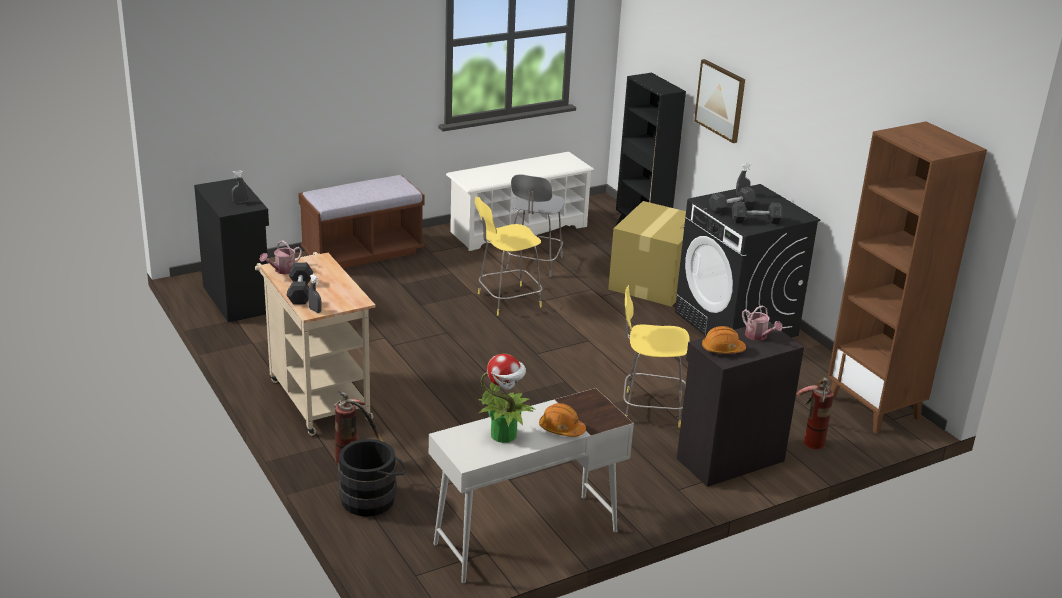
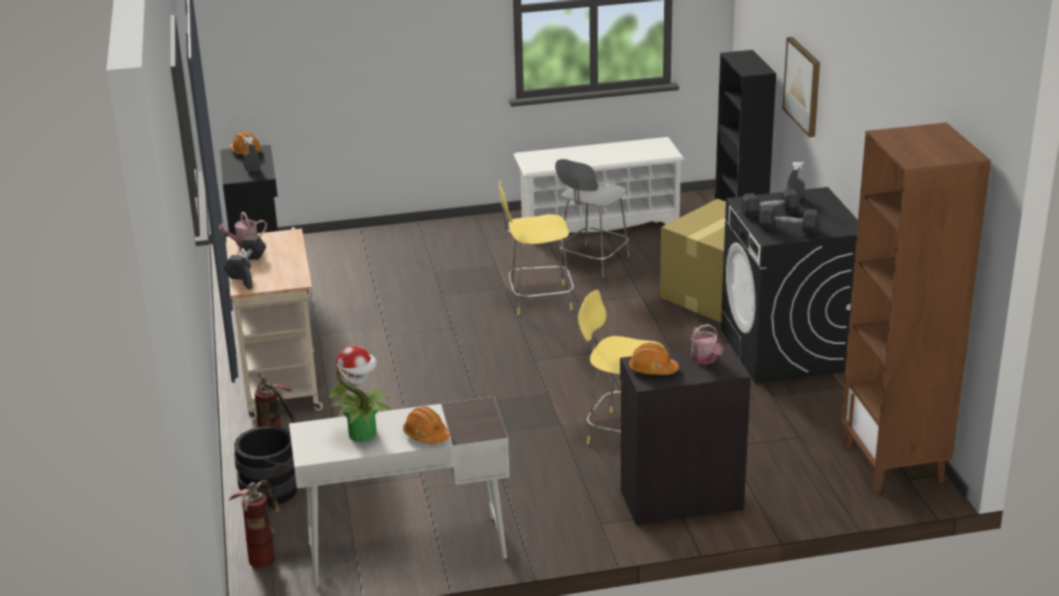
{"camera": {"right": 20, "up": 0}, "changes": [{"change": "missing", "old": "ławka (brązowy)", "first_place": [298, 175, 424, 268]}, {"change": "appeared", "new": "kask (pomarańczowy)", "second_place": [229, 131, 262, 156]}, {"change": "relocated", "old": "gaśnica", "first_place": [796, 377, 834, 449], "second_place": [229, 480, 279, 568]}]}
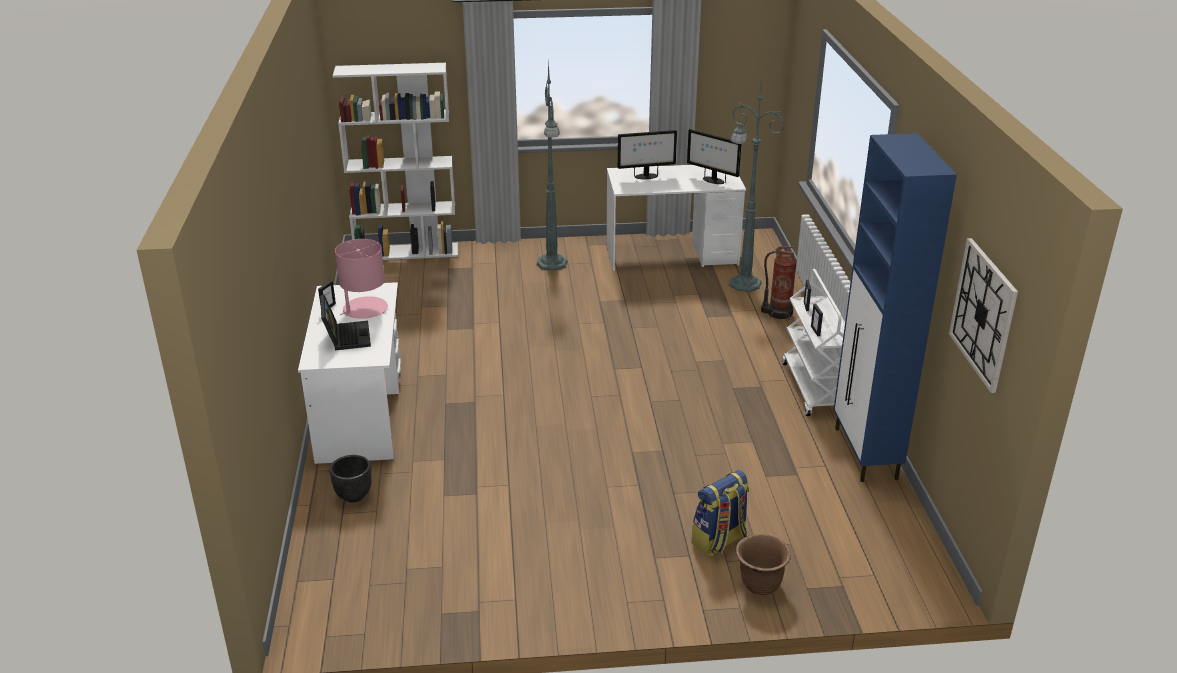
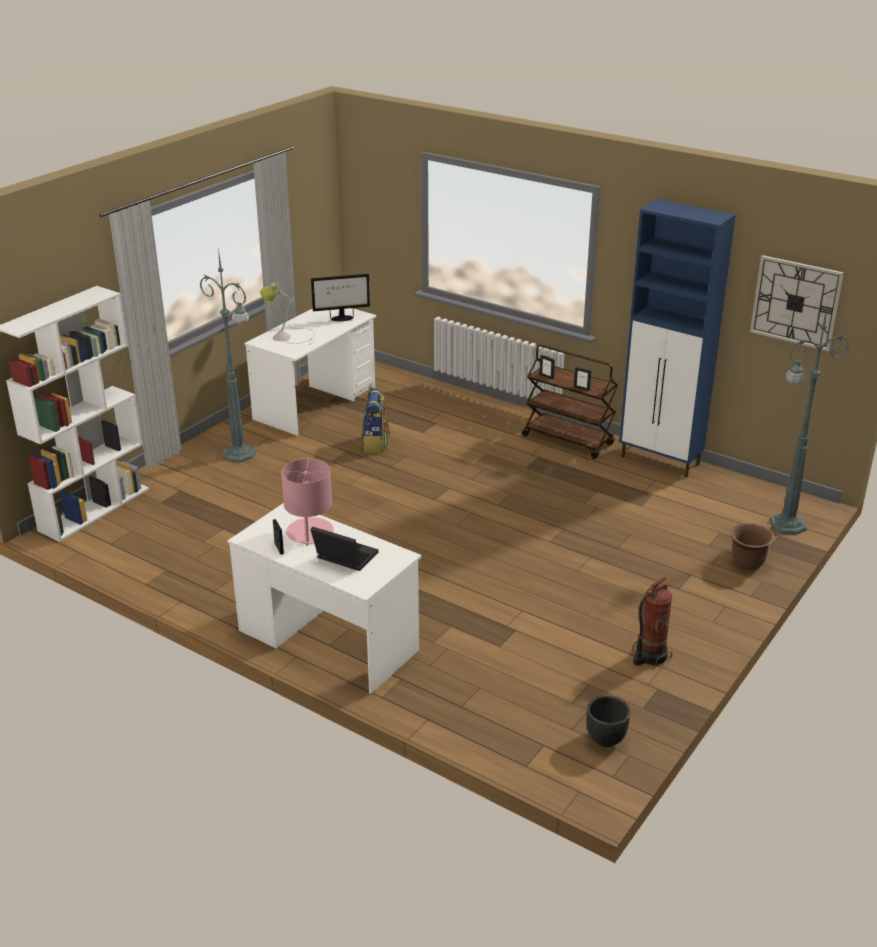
{"camera": {"right": -50, "up": 0}, "changes": [{"change": "relocated", "old": "donica (czarny)", "first_place": [330, 455, 372, 503], "second_place": [586, 696, 630, 747]}, {"change": "relocated", "old": "plecak", "first_place": [692, 470, 749, 557], "second_place": [361, 389, 390, 453]}, {"change": "relocated", "old": "lampa stojąca (zielony)", "first_place": [729, 77, 785, 292], "second_place": [769, 304, 849, 535]}, {"change": "relocated", "old": "gaśnica", "first_place": [761, 246, 797, 320], "second_place": [633, 577, 672, 667]}, {"change": "exchanged", "old": "monitor", "new": "lampa stołowa", "first_place": [618, 130, 677, 179], "second_place": [260, 282, 315, 344]}, {"change": "colour", "old": "wózek (biały)", "new": "wózek (brązowy)", "first_place": [782, 269, 845, 416], "second_place": [522, 345, 618, 459]}]}
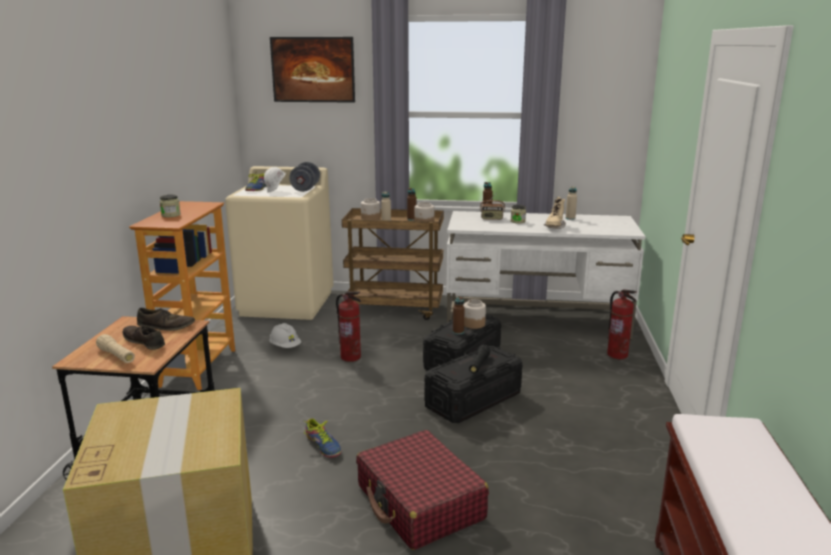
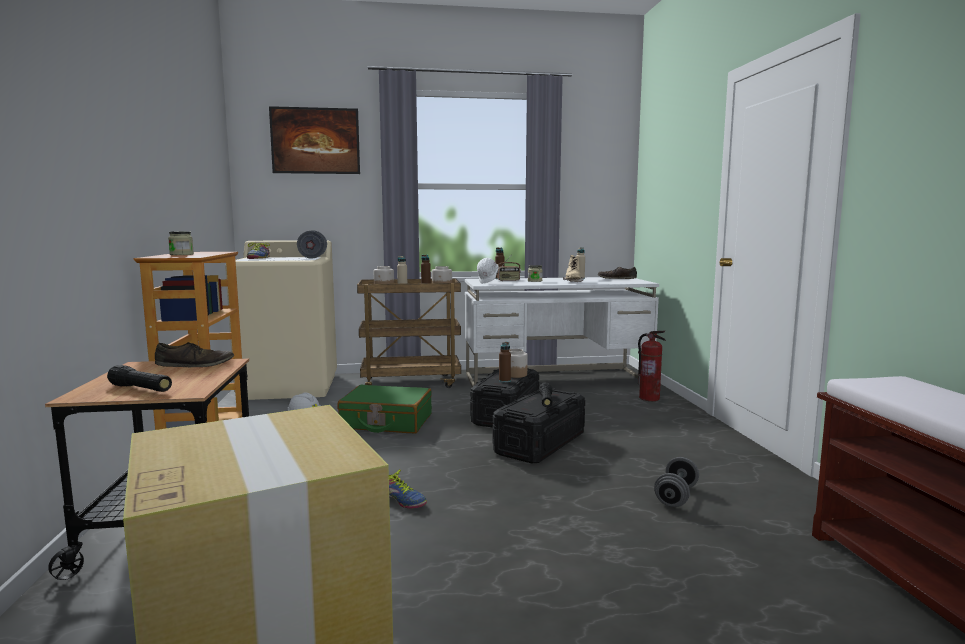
{"camera": {"right": -15, "up": -10}, "changes": [{"change": "missing", "old": "walizka (czerwony)", "first_place": [356, 430, 489, 550]}, {"change": "appeared", "new": "hantel (szary)", "second_place": [654, 457, 699, 507]}, {"change": "relocated", "old": "but (brązowy)", "first_place": [122, 324, 165, 350], "second_place": [598, 267, 637, 279]}, {"change": "relocated", "old": "kask (biały)", "first_place": [264, 167, 285, 193], "second_place": [477, 258, 499, 284]}, {"change": "exchanged", "old": "gaśnica", "new": "walizka (zielony)", "first_place": [336, 291, 361, 362], "second_place": [337, 385, 432, 434]}, {"change": "colour", "old": "latarka (beżowy)", "new": "latarka (czarny)", "first_place": [96, 334, 135, 363], "second_place": [107, 365, 172, 392]}]}
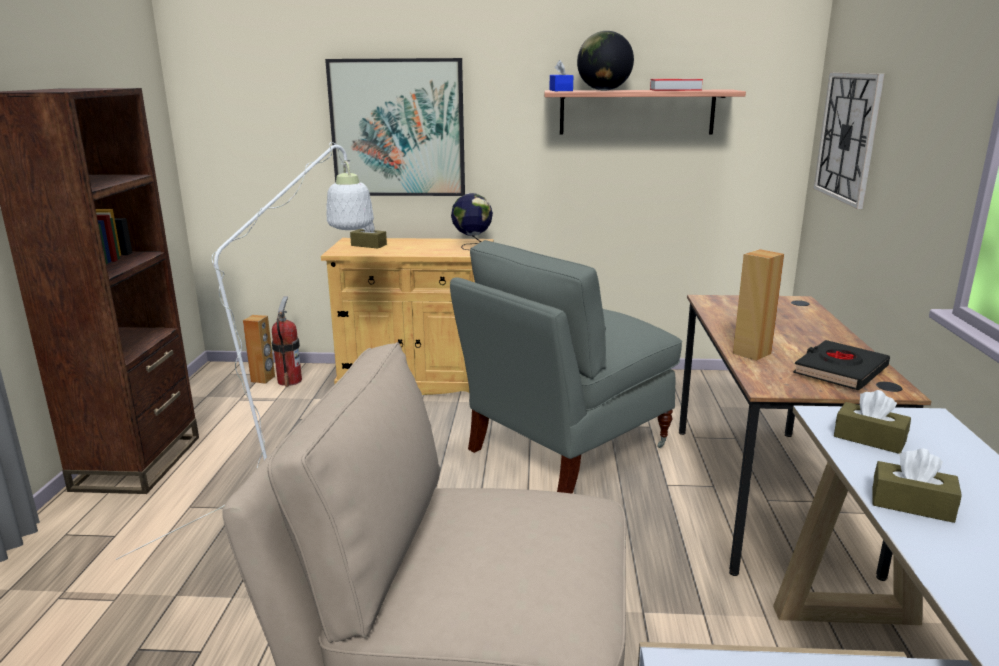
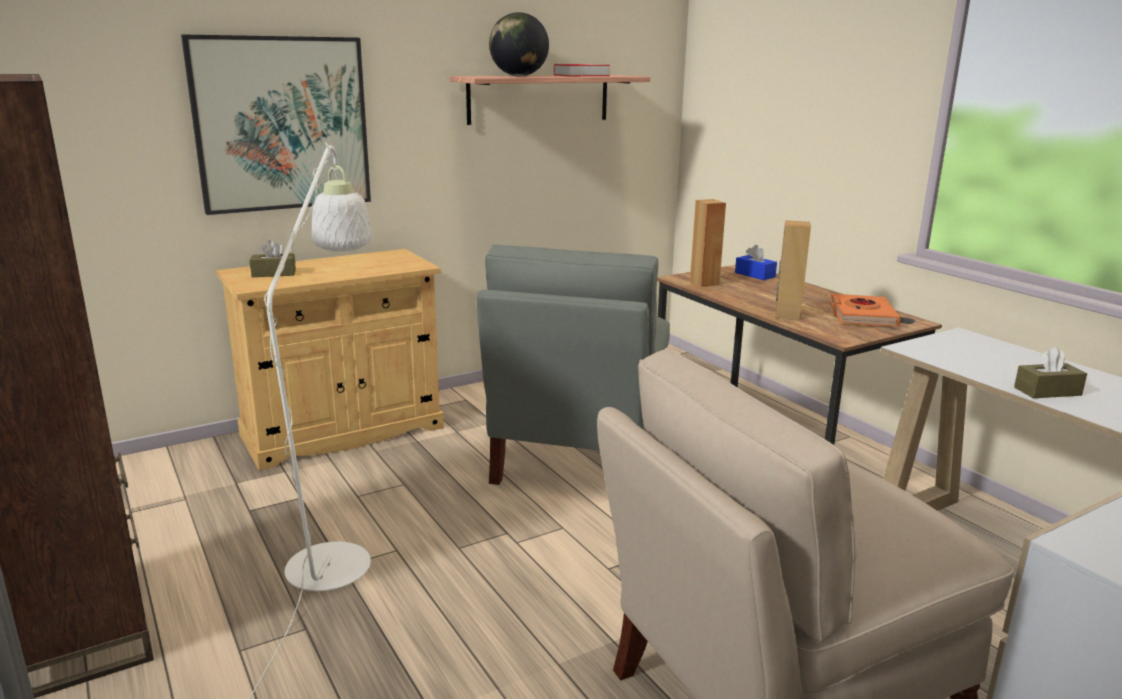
{"camera": {"right": -35, "up": 0}, "changes": [{"change": "missing", "old": "gaśnica", "first_place": [272, 296, 302, 387]}, {"change": "missing", "old": "globus", "first_place": [451, 193, 493, 250]}, {"change": "missing", "old": "zegar ścienny", "first_place": [814, 72, 885, 209]}, {"change": "missing", "old": "pudełko chusteczek (brązowy)", "first_place": [834, 390, 911, 454]}, {"change": "relocated", "old": "głośnik (brązowy)", "first_place": [243, 315, 275, 384], "second_place": [690, 199, 726, 287]}, {"change": "relocated", "old": "pudełko chusteczek (niebieski)", "first_place": [549, 60, 573, 91], "second_place": [735, 245, 777, 280]}, {"change": "colour", "old": "książka (czarny)", "new": "książka (pomarańczowy)", "first_place": [793, 340, 890, 390], "second_place": [830, 294, 901, 327]}]}
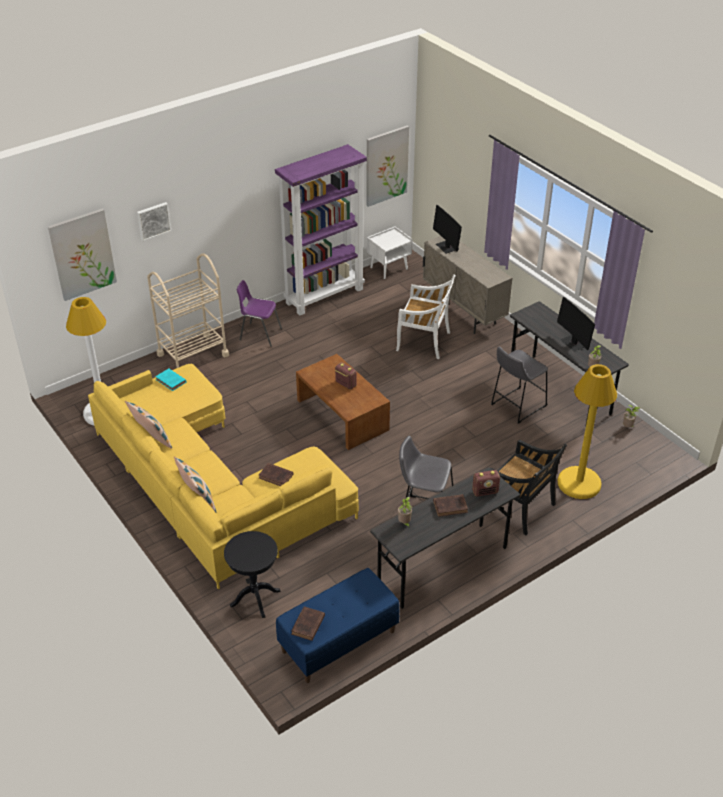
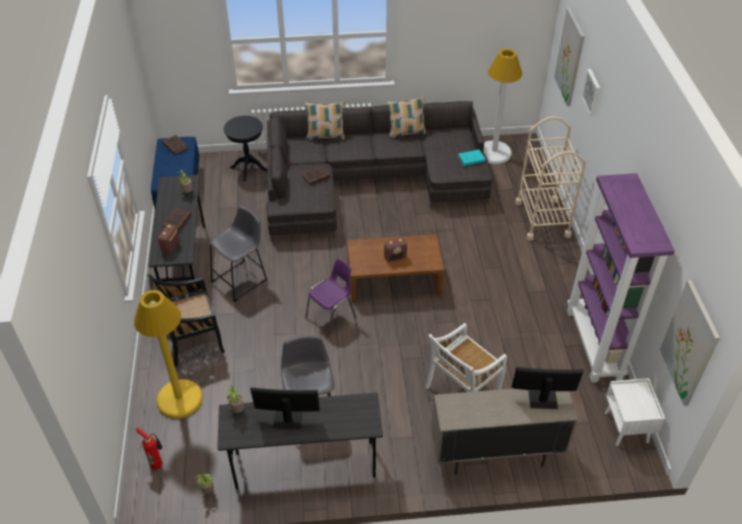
{"camera": {"right": 120, "up": 5}, "changes": [{"change": "appeared", "new": "gaśnica", "second_place": [136, 427, 163, 470]}, {"change": "relocated", "old": "krzesło (fioletowy)", "first_place": [236, 280, 282, 347], "second_place": [305, 259, 356, 338]}, {"change": "colour", "old": "kanapa (żółty)", "new": "kanapa (szary)", "first_place": [88, 364, 359, 589], "second_place": [266, 101, 493, 242]}]}
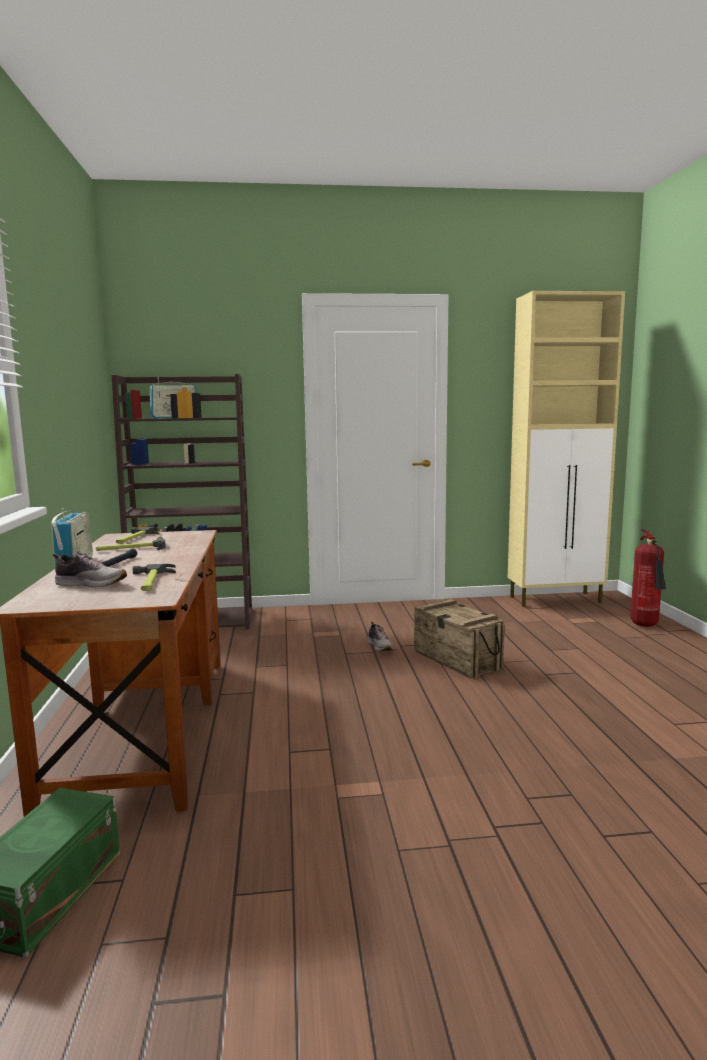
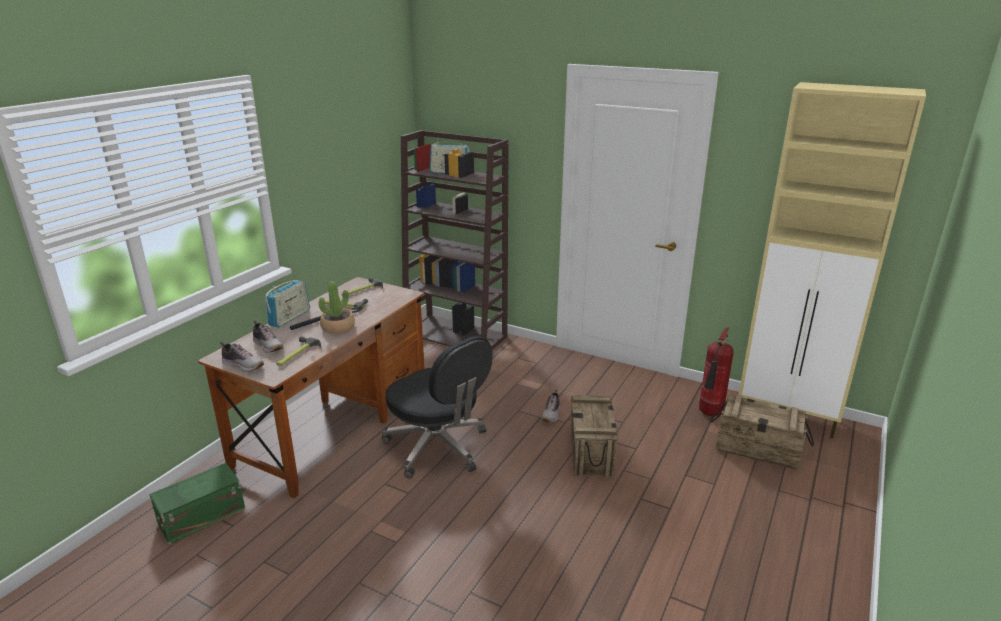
{"camera": {"right": 35, "up": 15}, "changes": [{"change": "appeared", "new": "but", "second_place": [220, 342, 264, 372]}, {"change": "appeared", "new": "roślina doniczkowa", "second_place": [319, 281, 355, 334]}, {"change": "appeared", "new": "krzesło biurowe (czarny)", "second_place": [382, 336, 493, 478]}, {"change": "appeared", "new": "skrzynka", "second_place": [711, 395, 814, 470]}, {"change": "relocated", "old": "gaśnica", "first_place": [631, 529, 666, 627], "second_place": [699, 327, 733, 416]}]}
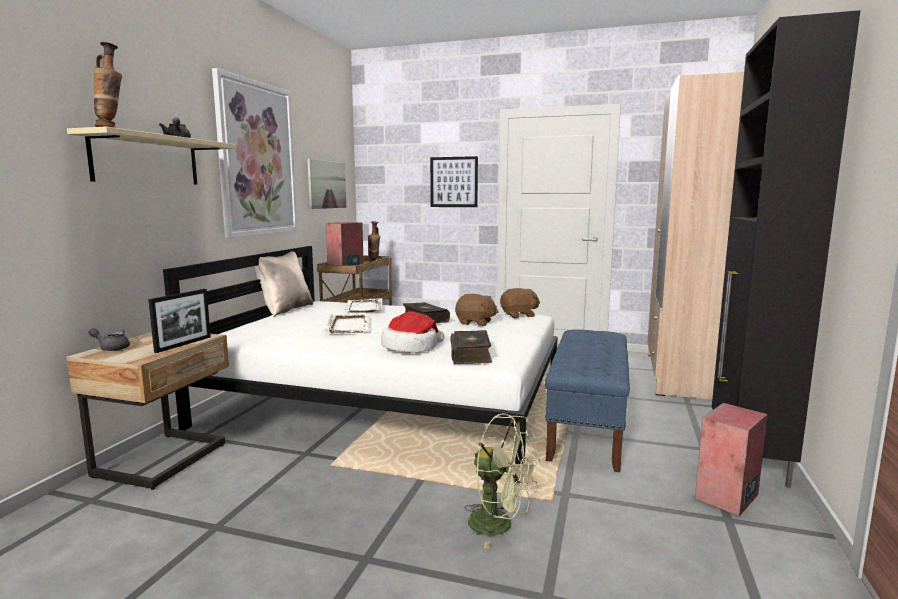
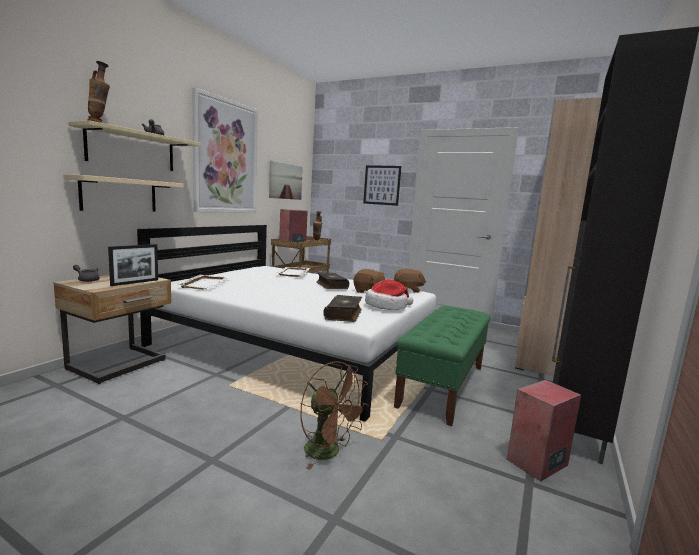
{"camera": {"right": 10, "up": 0}, "changes": [{"change": "missing", "old": "poduszka (beżowy)", "first_place": [254, 251, 313, 317]}, {"change": "appeared", "new": "półka (beżowy)", "second_place": [63, 174, 184, 212]}, {"change": "relocated", "old": "taca (biały)", "first_place": [324, 314, 370, 333], "second_place": [176, 275, 229, 289]}, {"change": "relocated", "old": "kapelusz", "first_place": [381, 312, 445, 353], "second_place": [365, 279, 413, 310]}, {"change": "colour", "old": "wentylator (zielony)", "new": "wentylator (brązowy)", "first_place": [465, 413, 540, 549], "second_place": [300, 361, 369, 470]}, {"change": "colour", "old": "ławka (niebieski)", "new": "ławka (zielony)", "first_place": [545, 330, 630, 472], "second_place": [394, 306, 491, 426]}]}
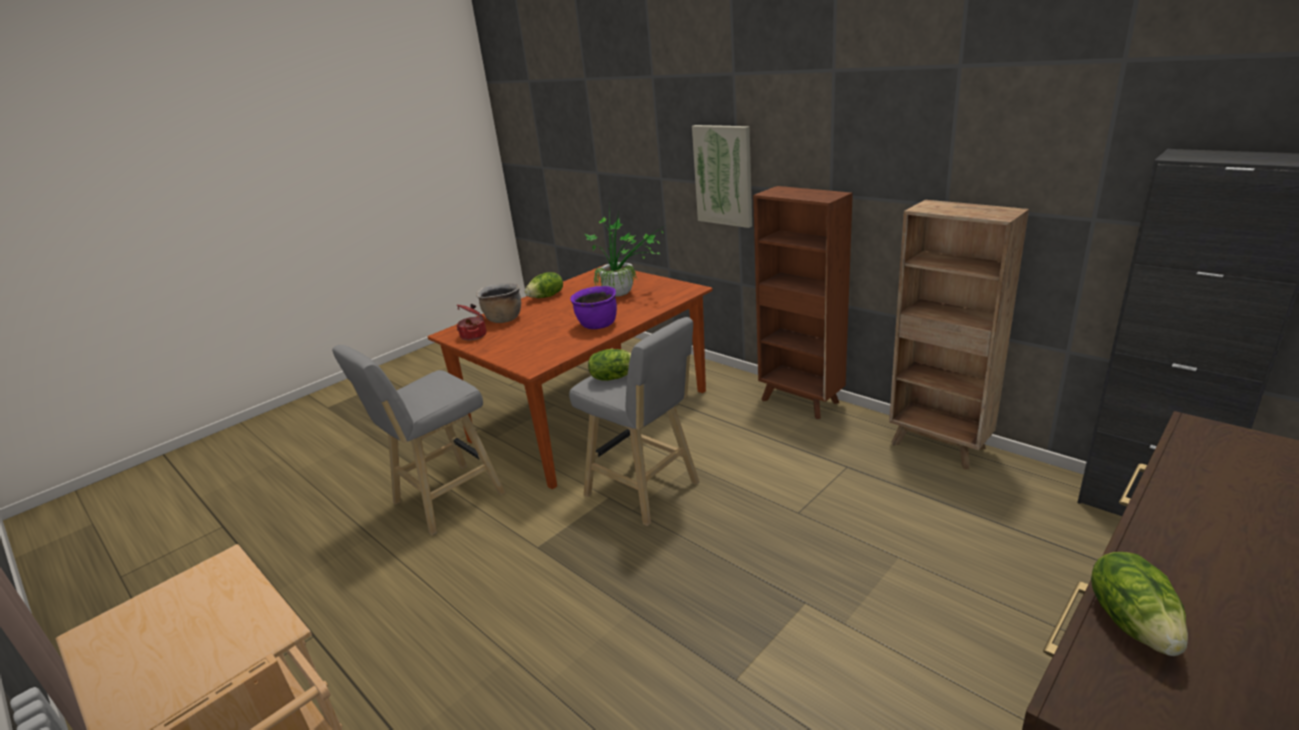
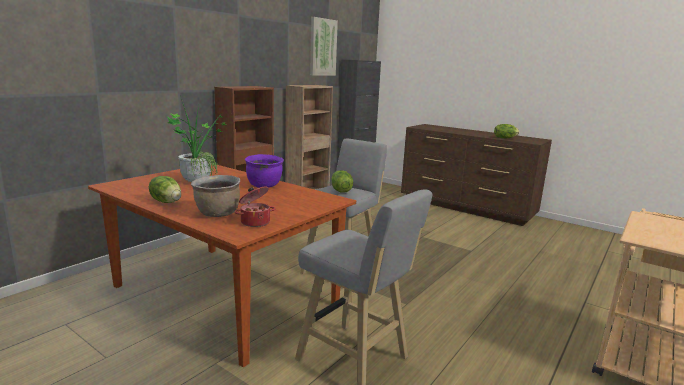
{"camera": {"right": -100, "up": -10}, "changes": [{"change": "relocated", "old": "obraz", "first_place": [692, 125, 752, 228], "second_place": [310, 17, 338, 76]}]}
